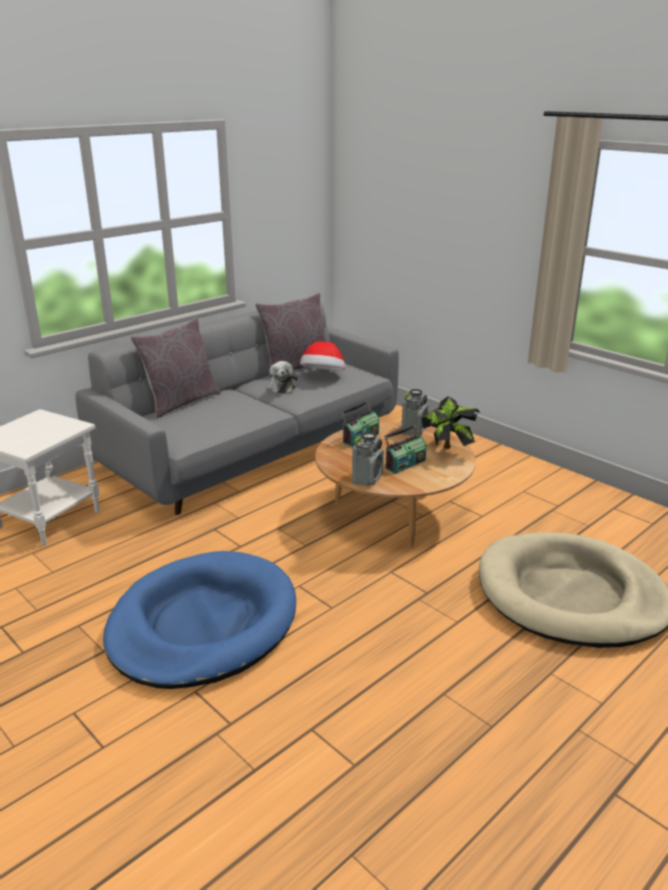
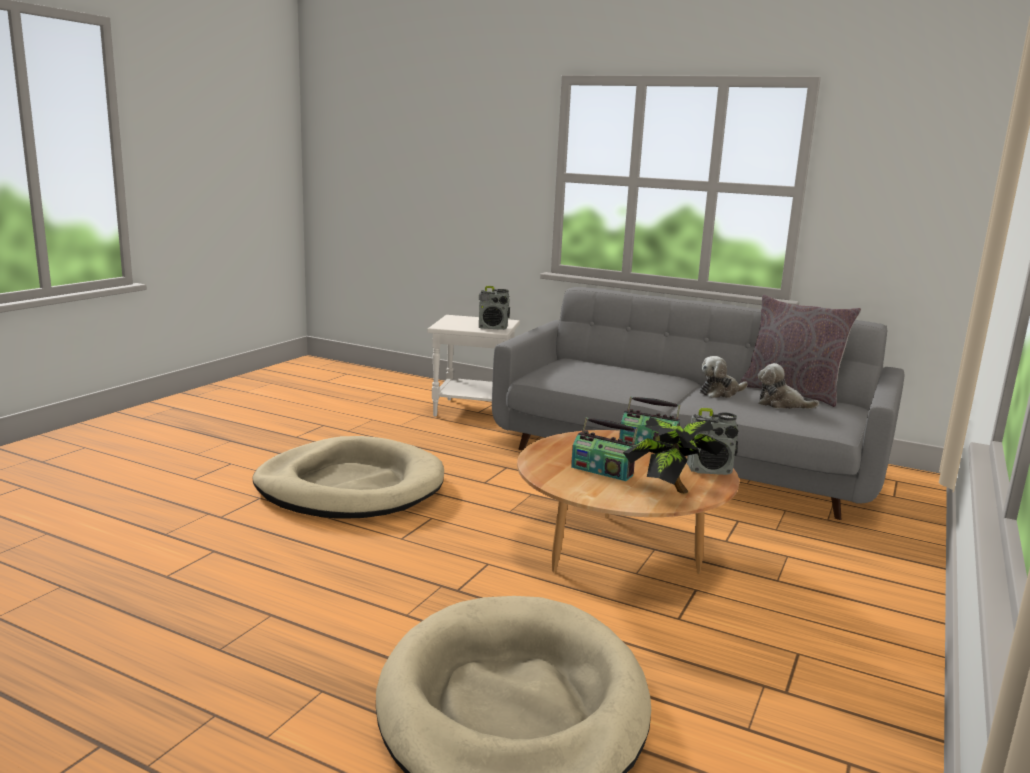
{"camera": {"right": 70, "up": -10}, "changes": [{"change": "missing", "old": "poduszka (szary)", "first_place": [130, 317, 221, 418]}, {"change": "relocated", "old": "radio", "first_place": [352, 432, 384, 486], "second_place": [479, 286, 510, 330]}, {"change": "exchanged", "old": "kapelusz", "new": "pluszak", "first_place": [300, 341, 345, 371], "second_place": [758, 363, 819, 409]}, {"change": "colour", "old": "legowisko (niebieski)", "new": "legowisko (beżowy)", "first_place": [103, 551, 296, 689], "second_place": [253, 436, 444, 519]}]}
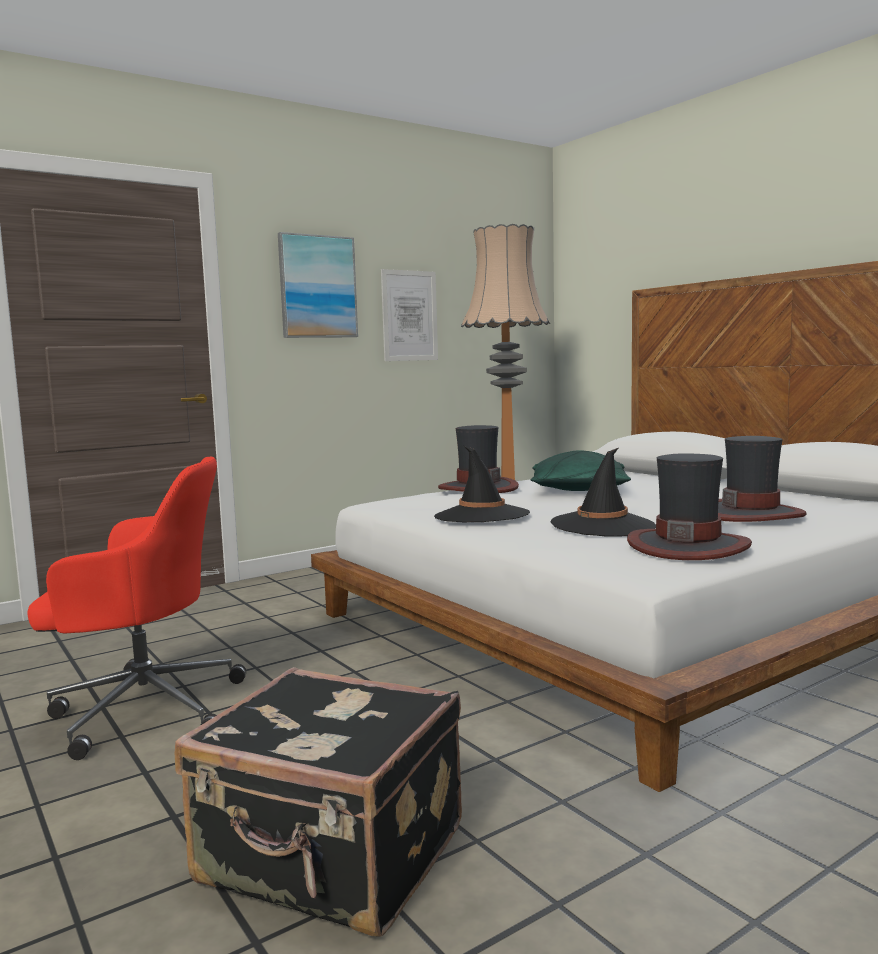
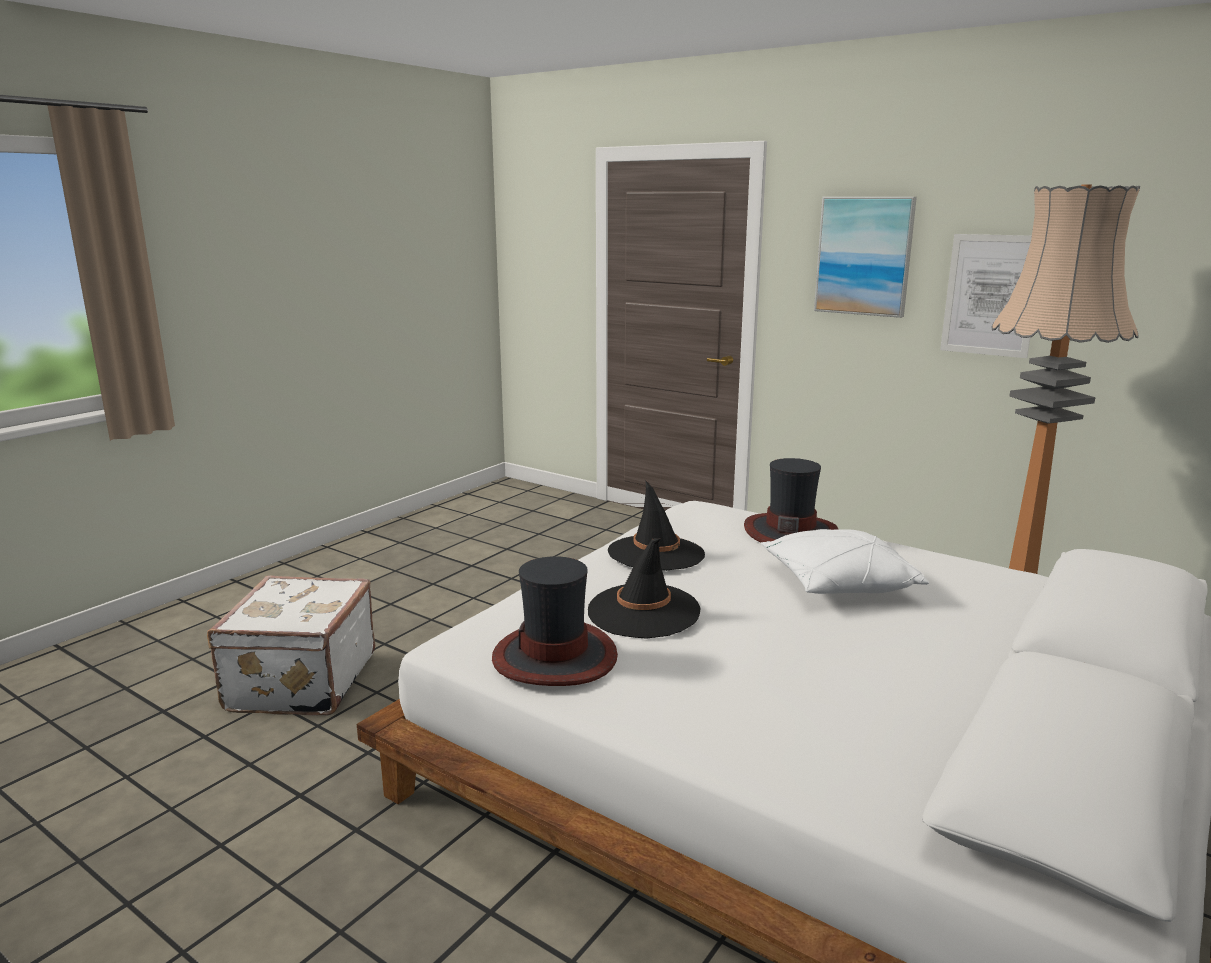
{"camera": {"right": 70, "up": 10}, "changes": [{"change": "missing", "old": "krzesło biurowe (czerwony)", "first_place": [27, 457, 246, 760]}, {"change": "missing", "old": "kapelusz", "first_place": [718, 436, 806, 522]}, {"change": "colour", "old": "walizka (czarny)", "new": "walizka (biały)", "first_place": [175, 667, 462, 936], "second_place": [207, 576, 375, 716]}, {"change": "colour", "old": "poduszka (zielony)", "new": "poduszka (biały)", "first_place": [530, 450, 631, 491], "second_place": [761, 529, 929, 594]}]}
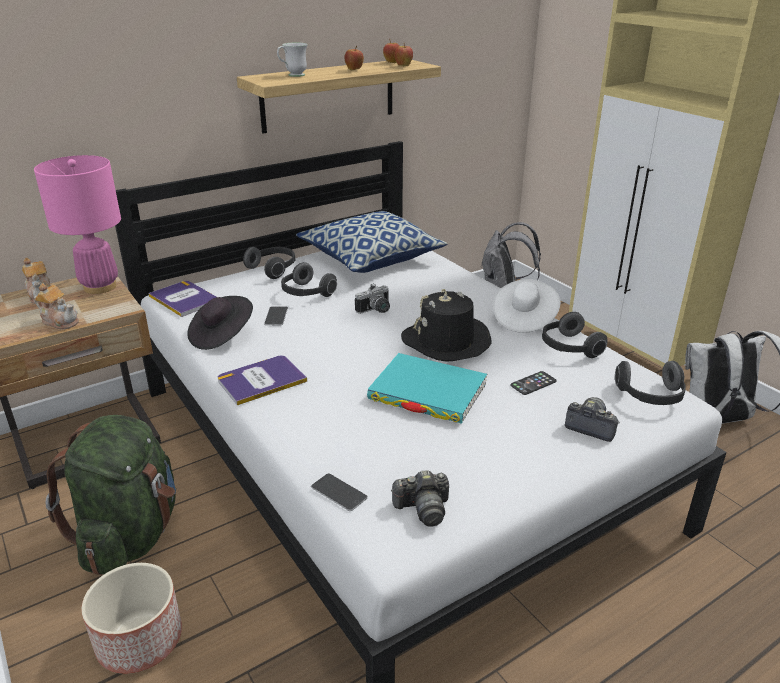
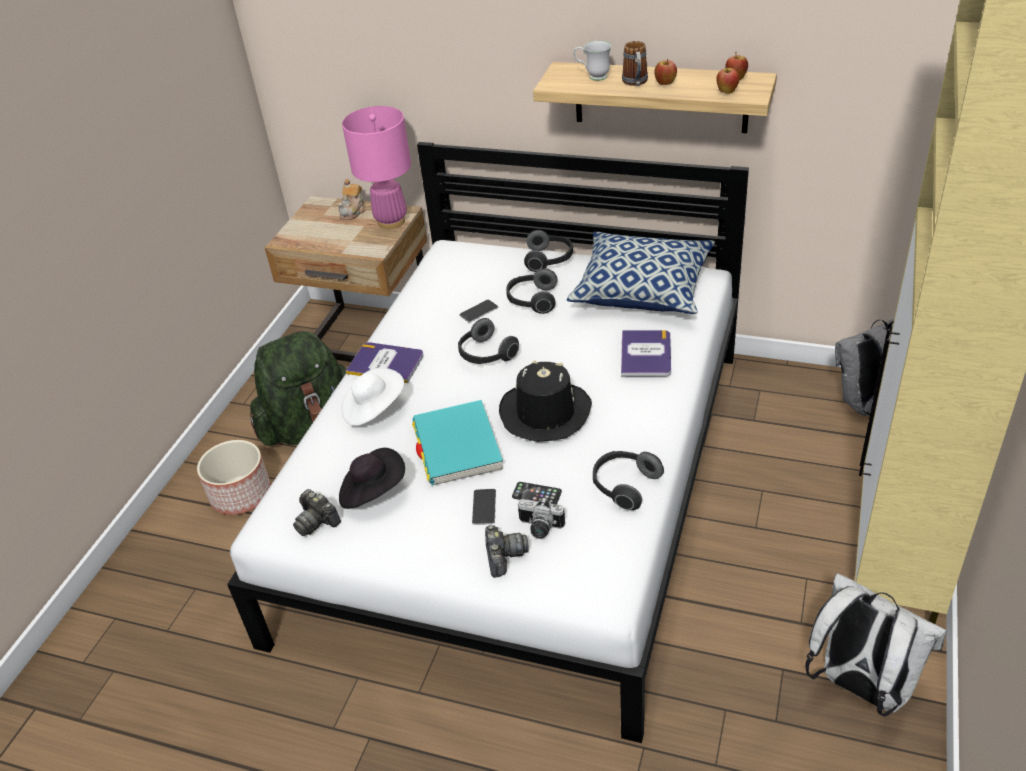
{"camera": {"right": 55, "up": 10}, "changes": [{"change": "missing", "old": "imbryk", "first_place": [34, 283, 79, 329]}, {"change": "appeared", "new": "kubek", "second_place": [622, 41, 648, 86]}, {"change": "relocated", "old": "książka", "first_place": [149, 281, 216, 317], "second_place": [621, 330, 671, 377]}, {"change": "relocated", "old": "kapelusz (czarny)", "first_place": [187, 296, 253, 350], "second_place": [339, 448, 405, 509]}, {"change": "relocated", "old": "telefon", "first_place": [311, 473, 368, 511], "second_place": [472, 489, 496, 525]}, {"change": "relocated", "old": "aparat fotograficzny", "first_place": [355, 283, 390, 314], "second_place": [518, 497, 565, 539]}, {"change": "relocated", "old": "kapelusz (biały)", "first_place": [493, 279, 560, 333], "second_place": [341, 368, 404, 426]}, {"change": "relocated", "old": "słuchawki", "first_place": [615, 361, 686, 405], "second_place": [458, 318, 519, 364]}]}
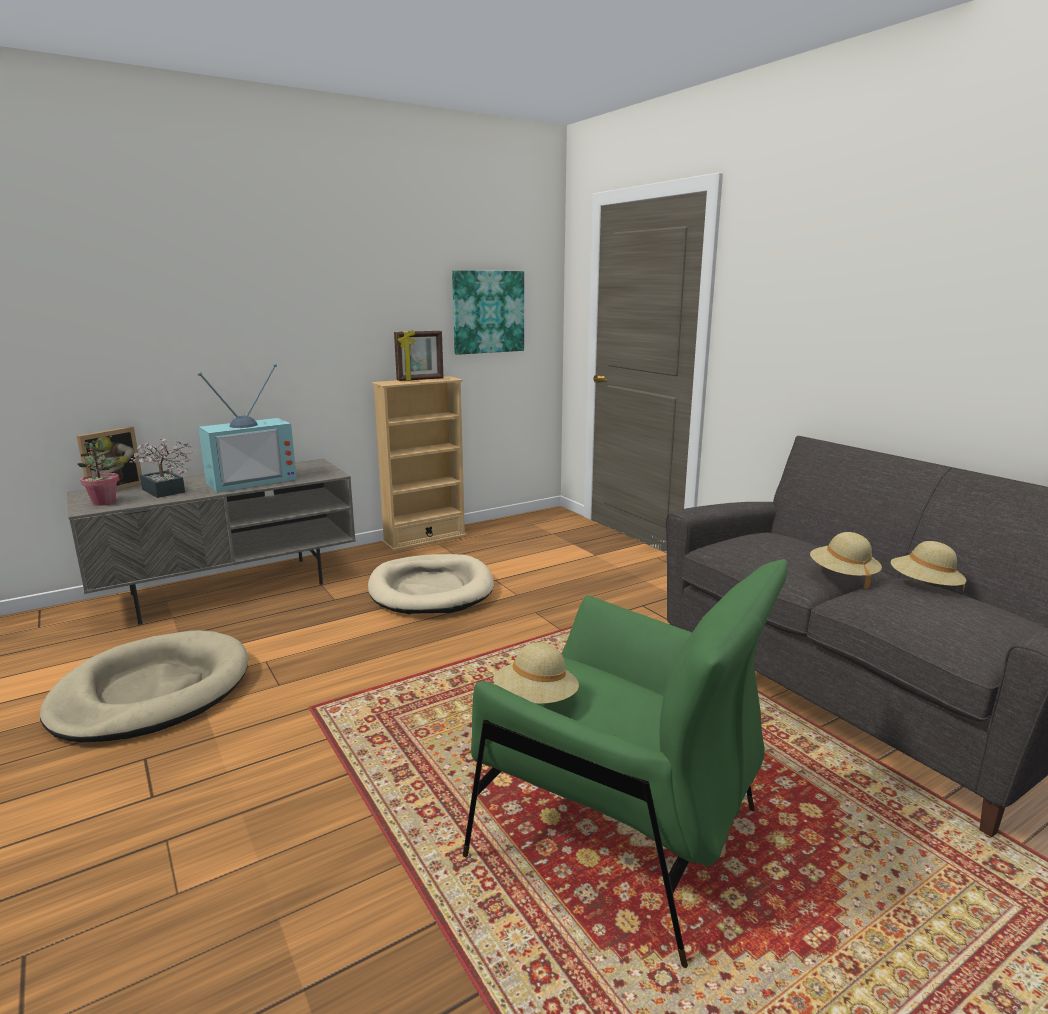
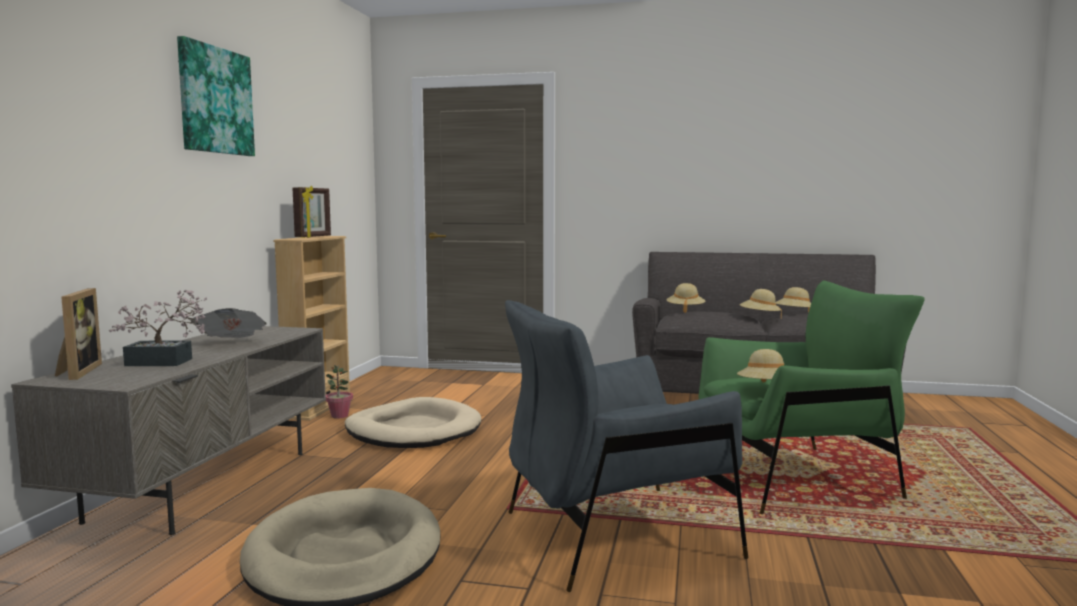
{"camera": {"right": -45, "up": -10}, "changes": [{"change": "appeared", "new": "fotel (szary)", "second_place": [505, 300, 748, 592]}, {"change": "appeared", "new": "kapelusz (beżowy)", "second_place": [666, 283, 705, 313]}, {"change": "relocated", "old": "roślina doniczkowa", "first_place": [78, 439, 119, 506], "second_place": [325, 365, 353, 419]}, {"change": "relocated", "old": "obraz", "first_place": [452, 270, 524, 355], "second_place": [177, 36, 255, 156]}, {"change": "exchanged", "old": "telewizor", "new": "gazeta", "first_place": [198, 363, 297, 493], "second_place": [191, 308, 267, 338]}]}
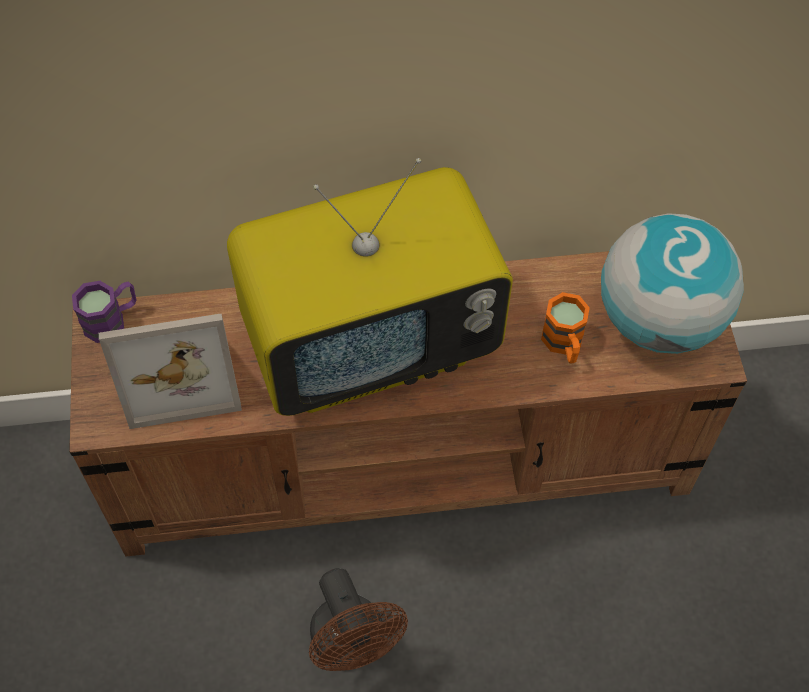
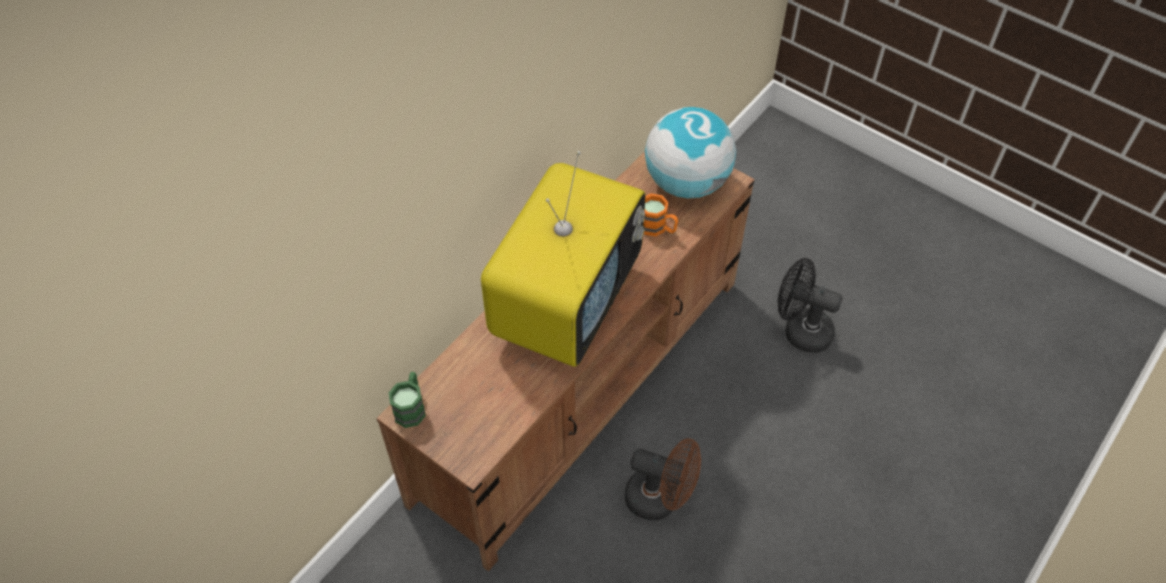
{"camera": {"right": -45, "up": -5}, "changes": [{"change": "missing", "old": "ramka na zdjęcie", "first_place": [99, 313, 242, 429]}, {"change": "appeared", "new": "wentylator (czarny)", "second_place": [778, 258, 843, 353]}, {"change": "colour", "old": "kubek (fioletowy)", "new": "kubek (zielony)", "first_place": [72, 281, 136, 343], "second_place": [389, 372, 426, 428]}]}
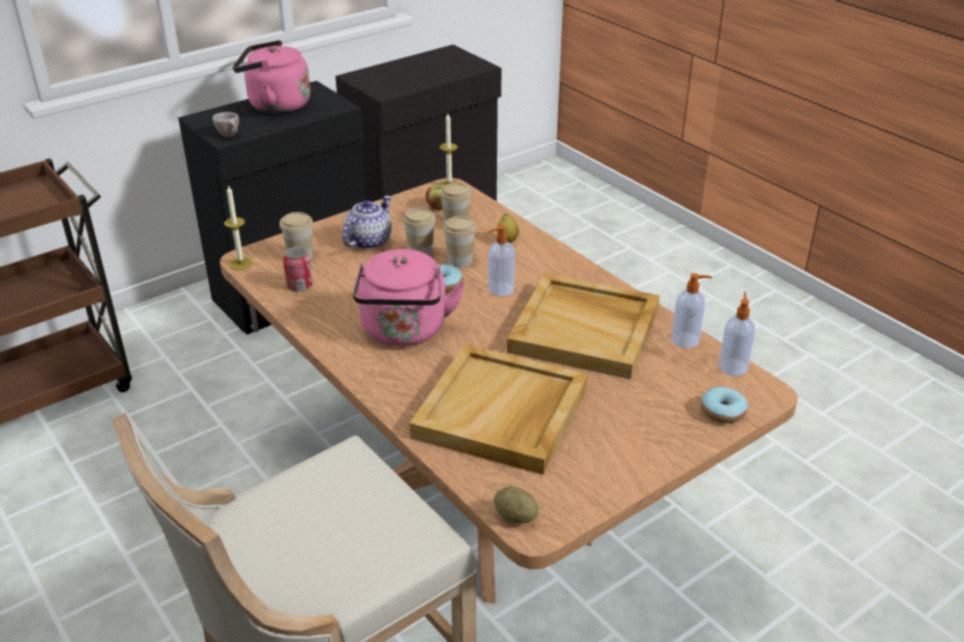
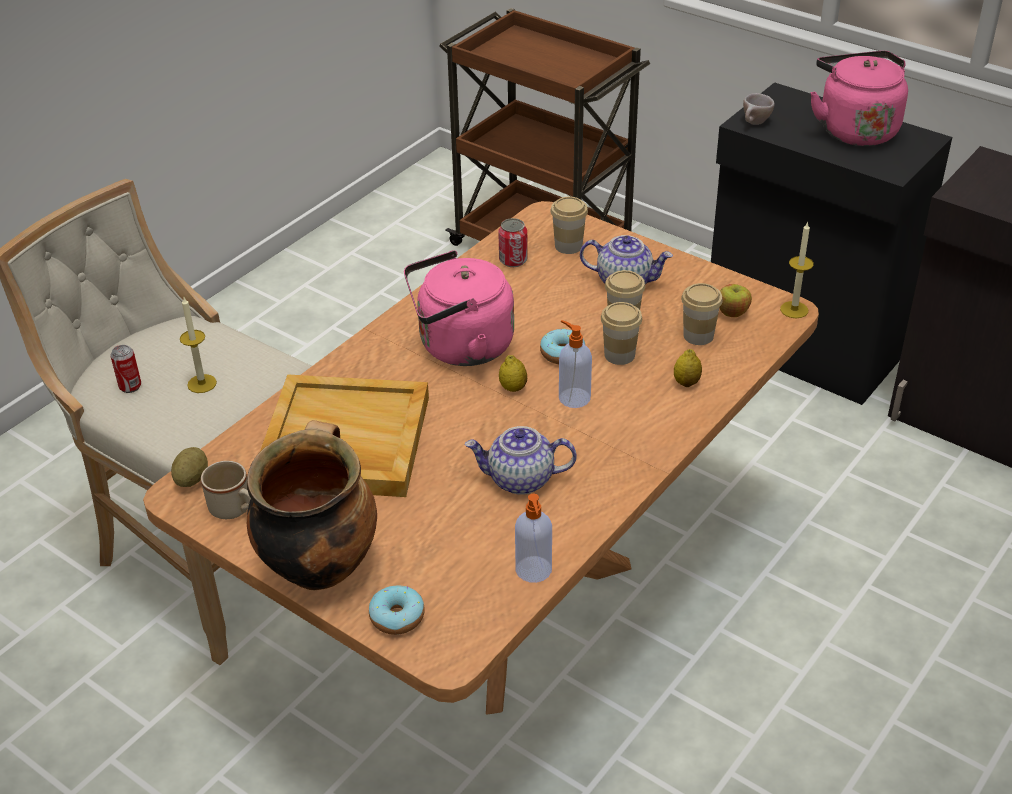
{"camera": {"right": 75, "up": 5}, "changes": [{"change": "missing", "old": "dozownik mydła", "first_place": [719, 292, 755, 376]}, {"change": "appeared", "new": "puszka", "second_place": [111, 345, 141, 393]}, {"change": "appeared", "new": "kubek (beżowy)", "second_place": [201, 461, 251, 519]}, {"change": "appeared", "new": "garnek", "second_place": [247, 420, 377, 591]}, {"change": "appeared", "new": "cytryna", "second_place": [499, 355, 527, 392]}, {"change": "relocated", "old": "świeca", "first_place": [224, 185, 253, 270], "second_place": [180, 297, 217, 393]}, {"change": "exchanged", "old": "taca (beżowy)", "new": "imbryk", "first_place": [507, 273, 660, 379], "second_place": [465, 426, 577, 495]}]}
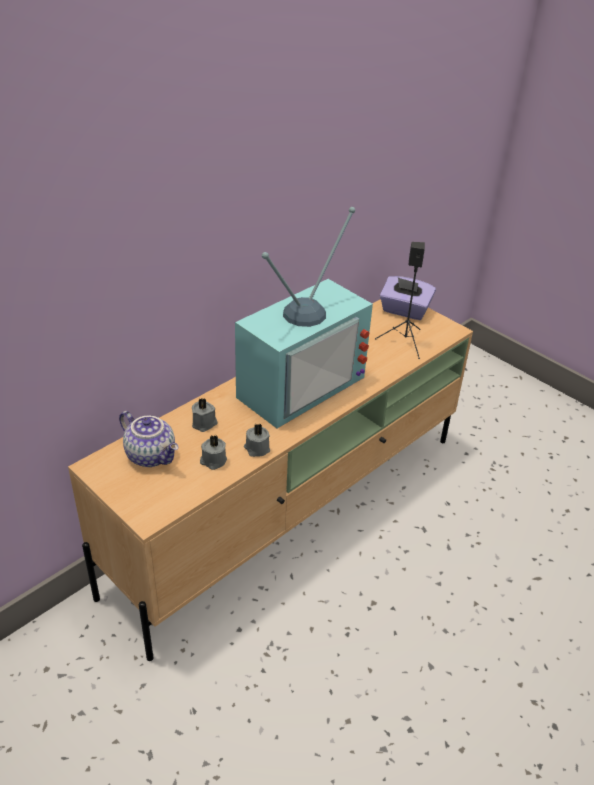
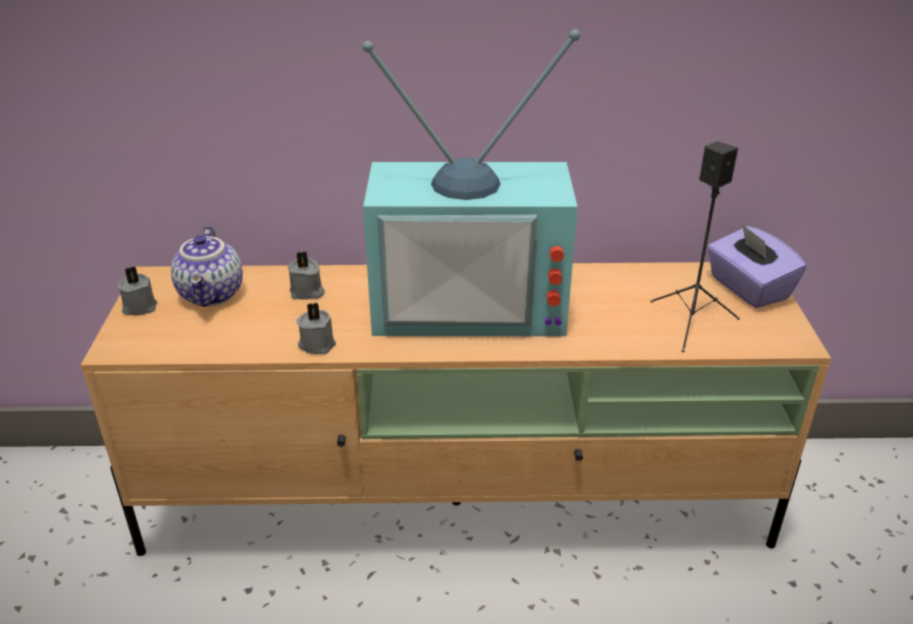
{"camera": {"right": 45, "up": -5}, "changes": [{"change": "relocated", "old": "świeca (szary)", "first_place": [200, 435, 227, 470], "second_place": [117, 267, 157, 316]}]}
